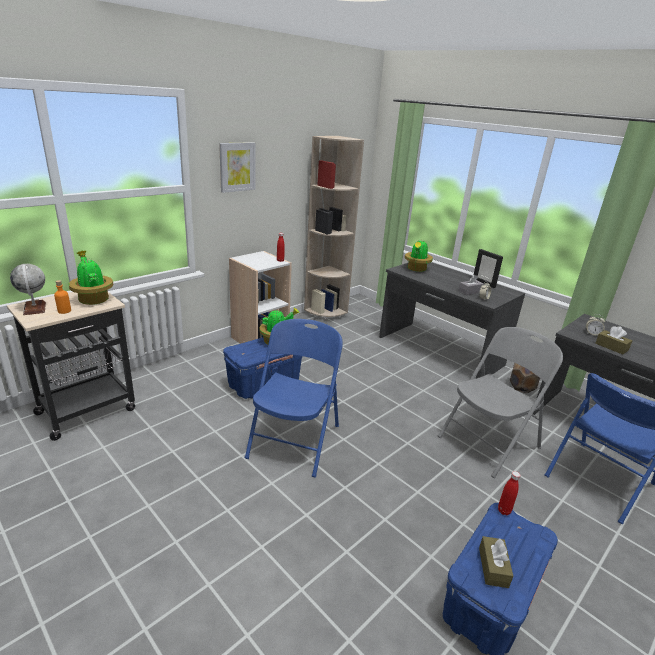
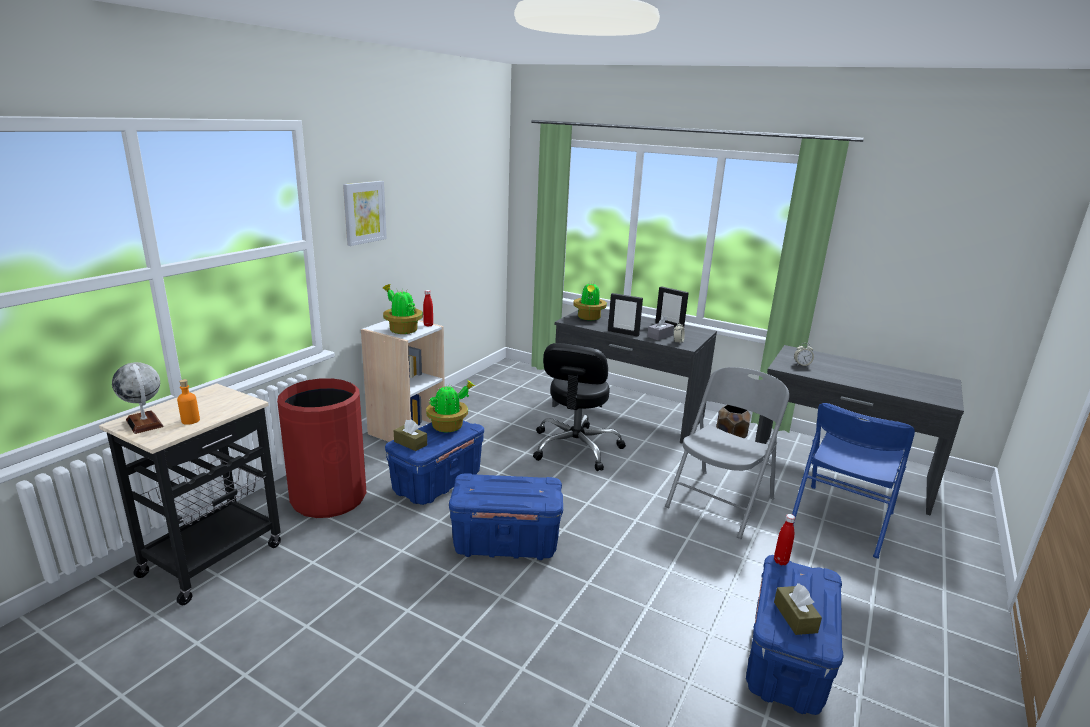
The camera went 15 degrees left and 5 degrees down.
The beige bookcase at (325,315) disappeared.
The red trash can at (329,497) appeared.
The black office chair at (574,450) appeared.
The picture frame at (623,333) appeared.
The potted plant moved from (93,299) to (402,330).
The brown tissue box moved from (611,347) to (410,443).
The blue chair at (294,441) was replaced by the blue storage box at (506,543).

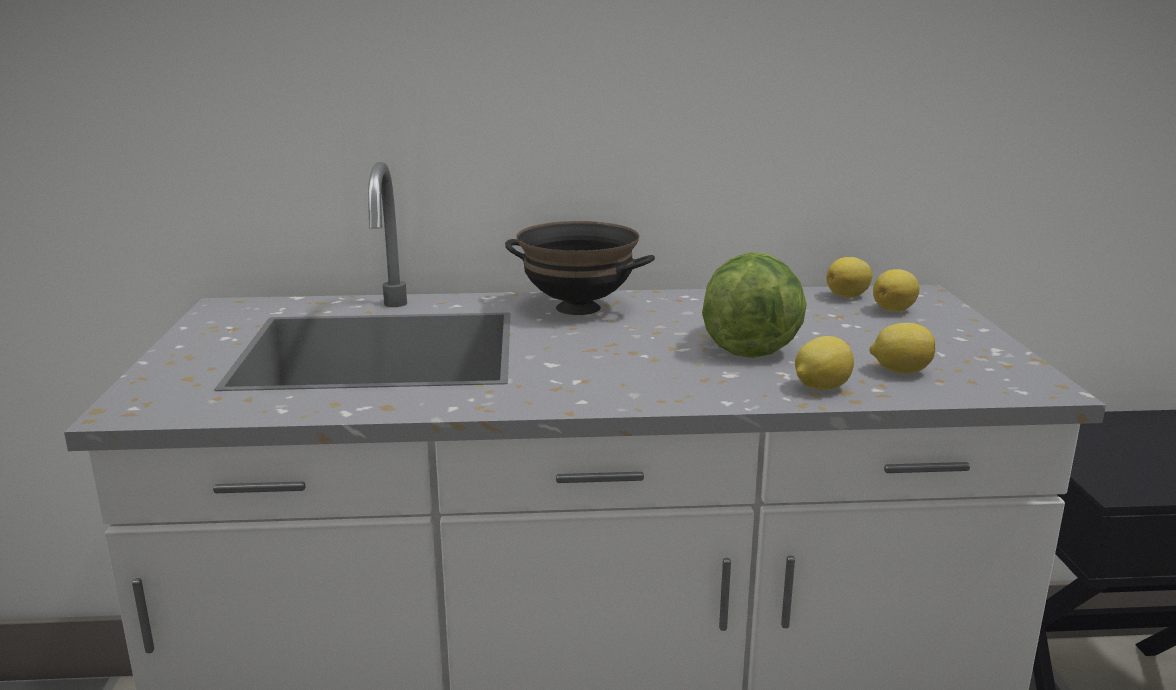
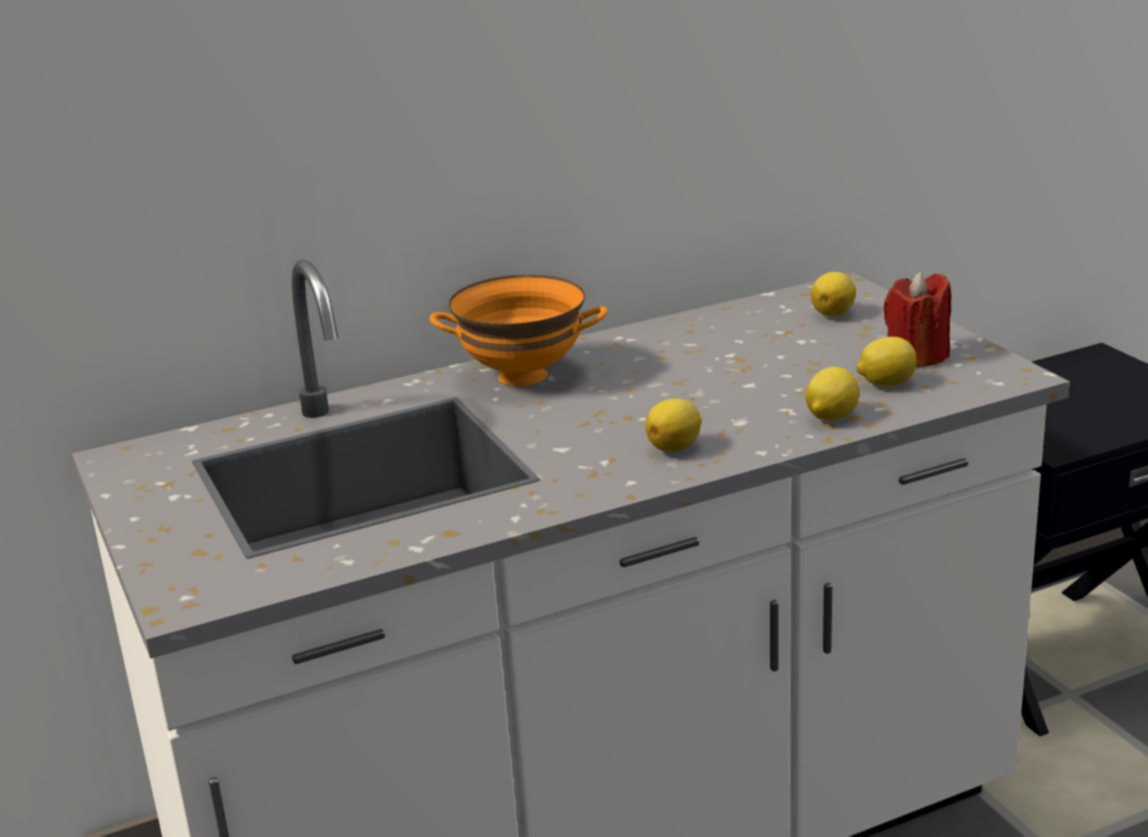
The camera went 20 degrees left and 5 degrees up.
The lettuce at (749,343) disappeared.
The red candle at (916,356) appeared.
The lemon moved from (848,296) to (675,448).
The black bowl at (579,307) became the orange bowl at (523,375).

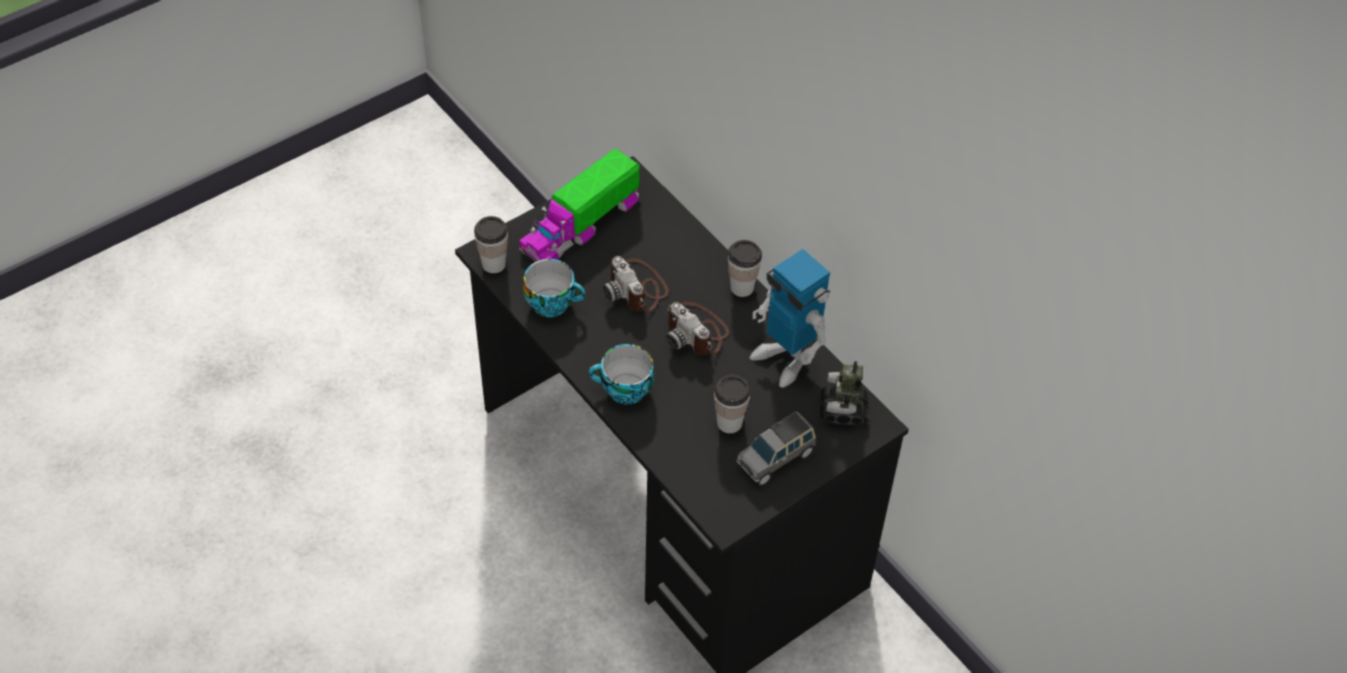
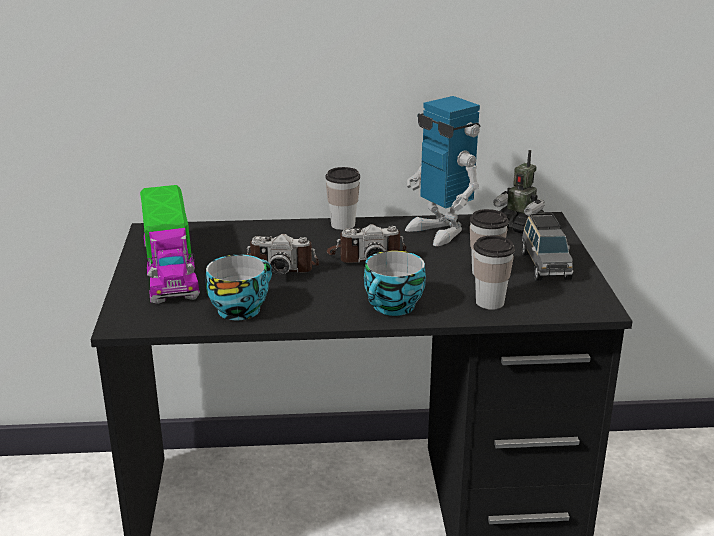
The camera went 55 degrees left and 25 degrees down.
The cup moved from (493,264) to (490,302).
The toy robot at (785,358) turned 60 degrees clockwise.

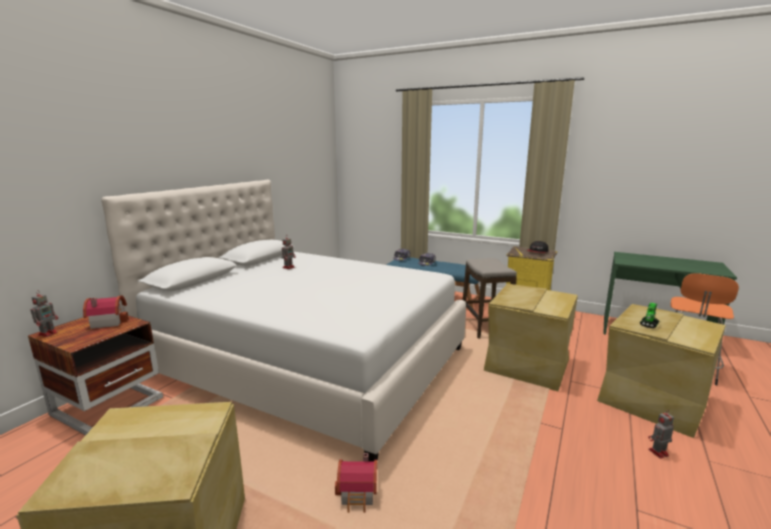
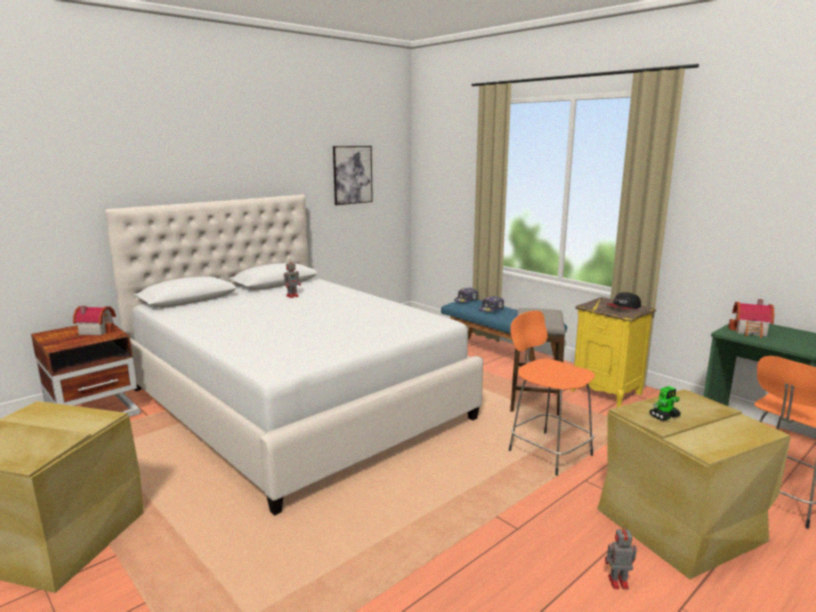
The camera went 20 degrees right and 0 degrees up.
The toy robot at (49,333) disappeared.
The picture at (352,175) appeared.
The toy house moved from (359,495) to (751,331).
The beige storage box at (528,364) was replaced by the orange stool at (547,451).

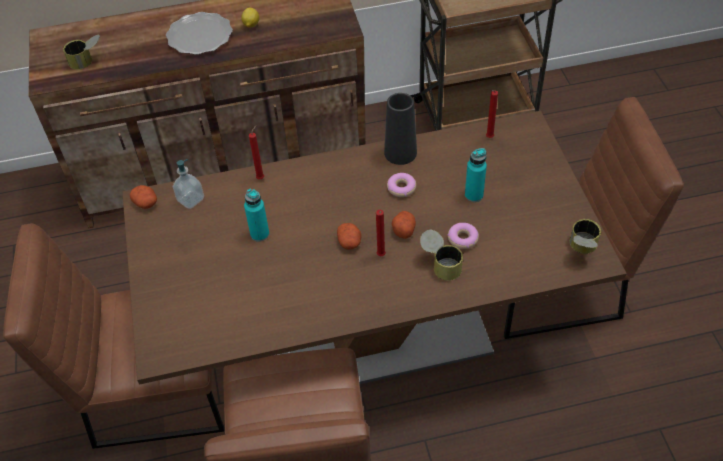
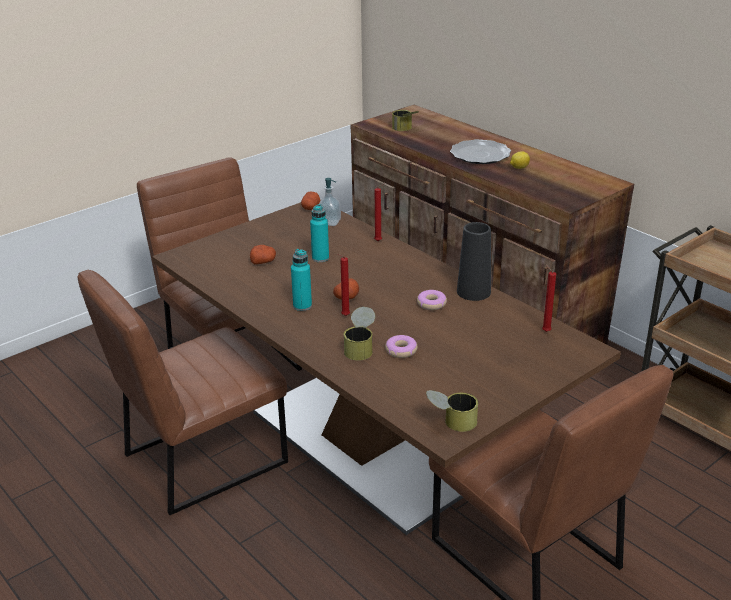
The camera went 60 degrees right and 20 degrees down.
The potato moved from (403,229) to (263,261).
The turquoise bottle moved from (474,195) to (302,306).

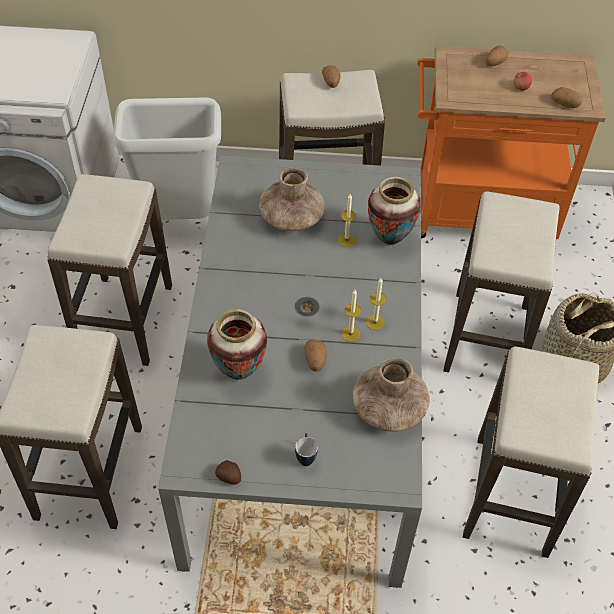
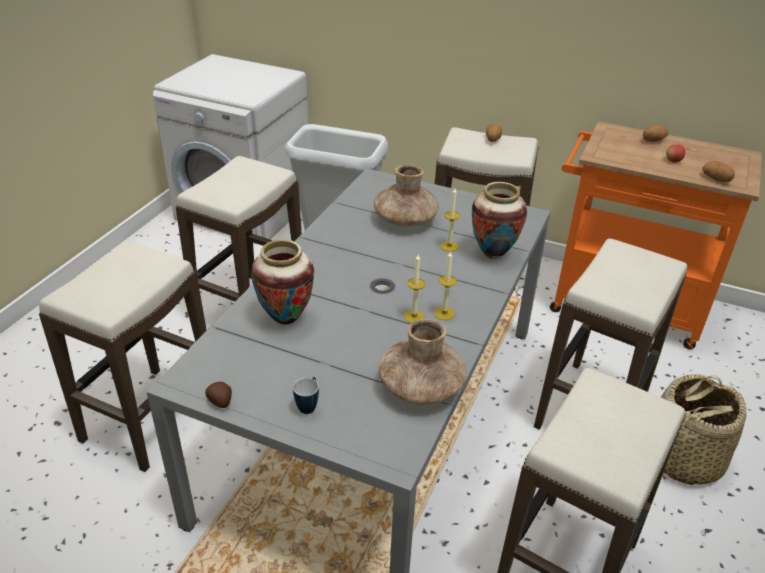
The camera went 20 degrees right and 15 degrees down.
The potato at (315,361) disappeared.

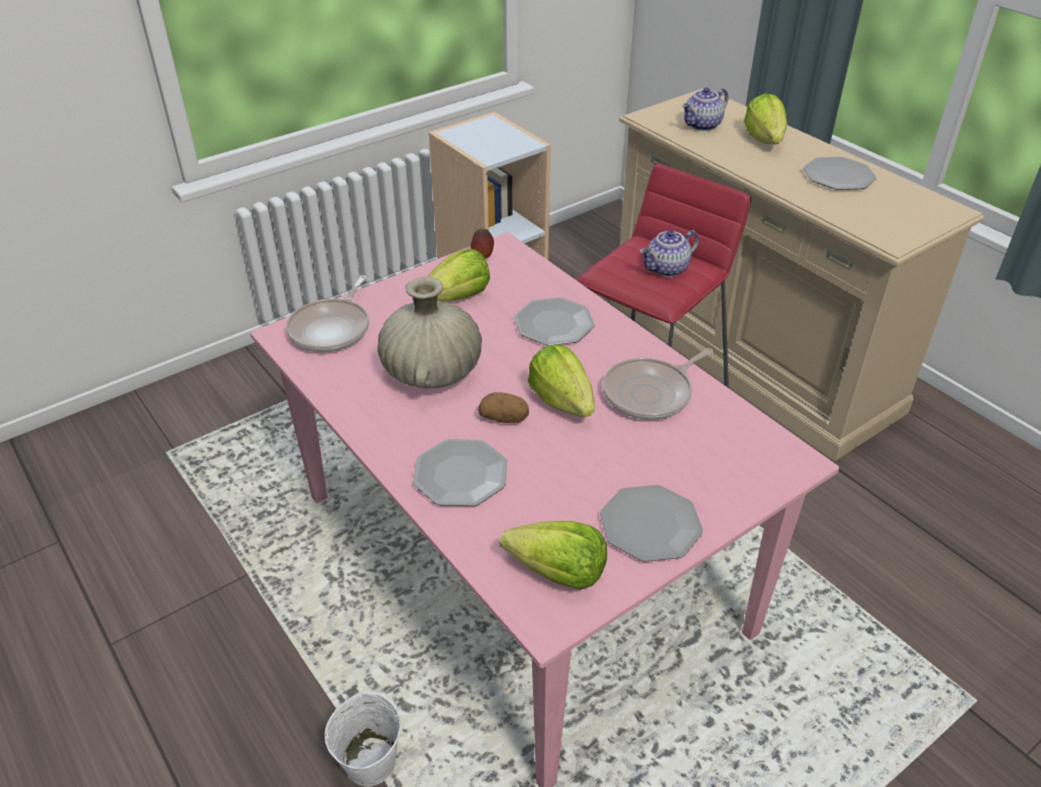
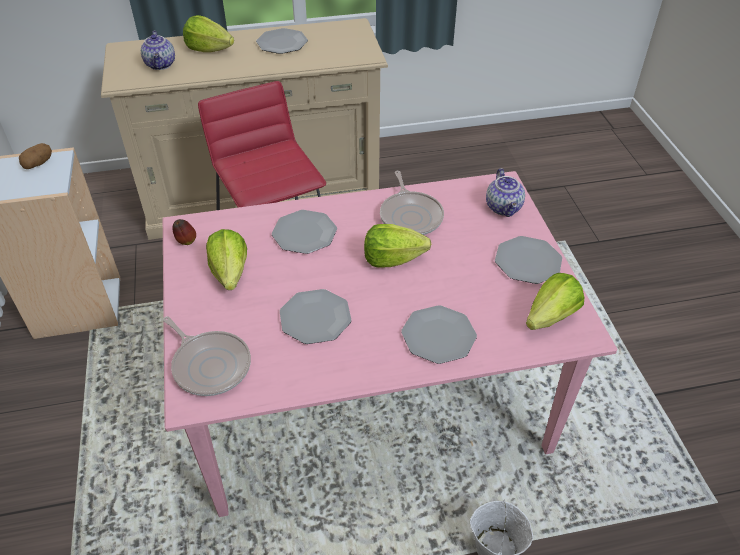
The camera went 65 degrees left and 5 degrees up.
The potato moved from (504,418) to (38,164).
The teapot moved from (667,269) to (504,208).
The beige vase at (431,373) was replaced by the plate at (315,318).

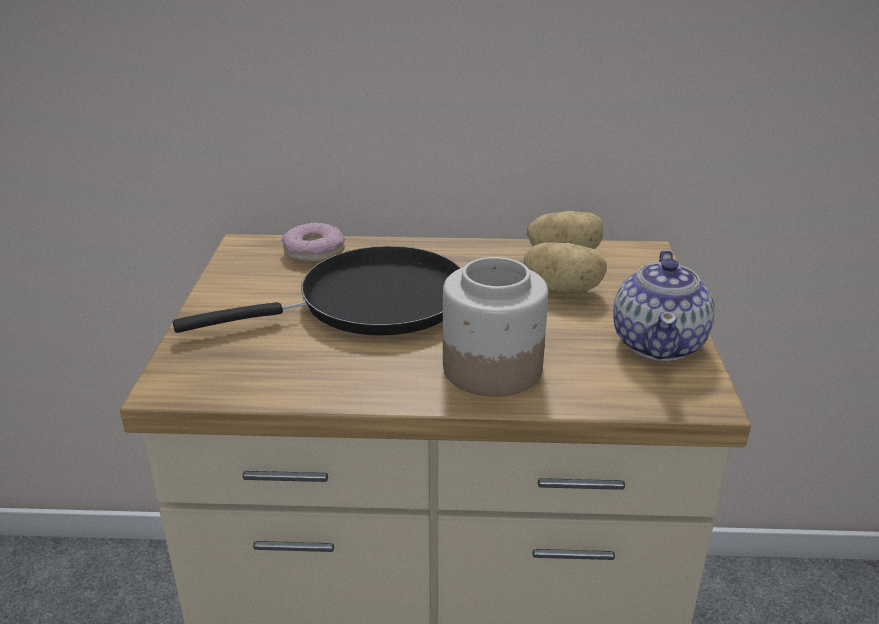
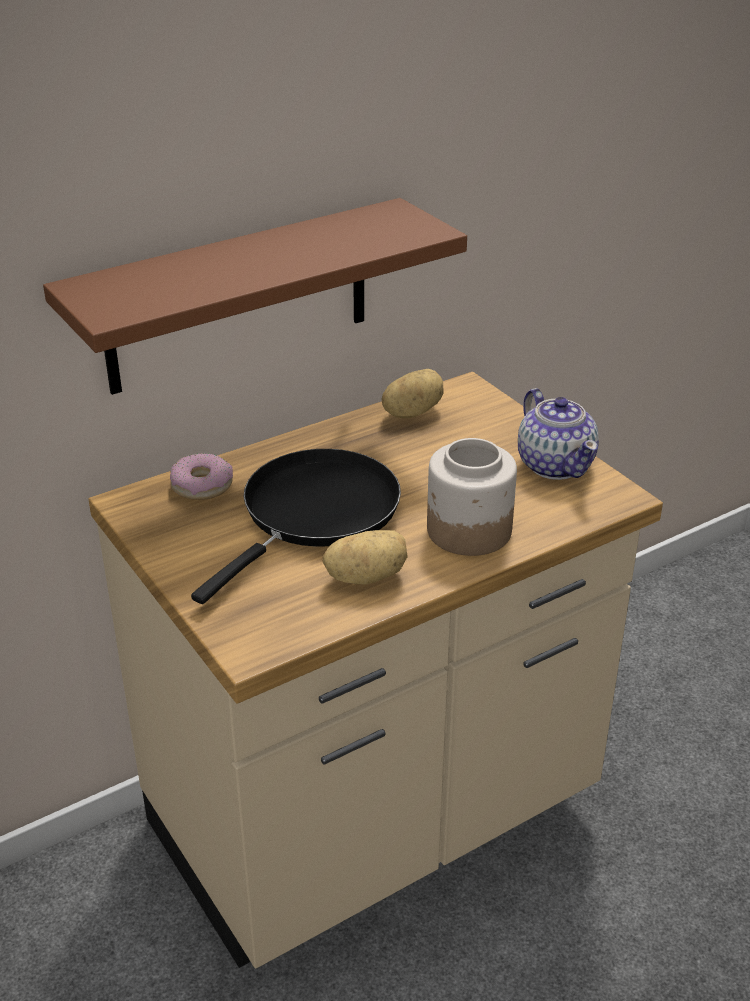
The camera went 35 degrees left and 5 degrees up.
The brown shelf at (238,297) appeared.
The potato moved from (563,289) to (366,576).

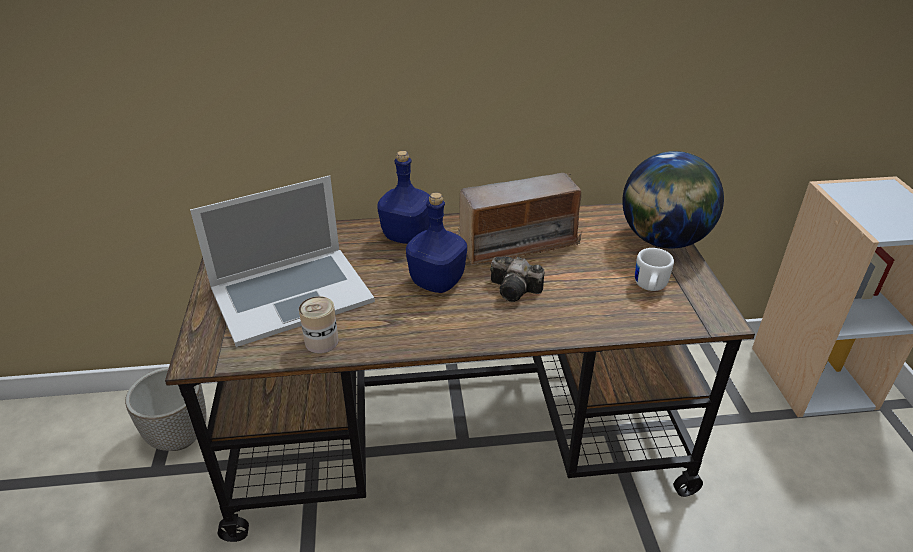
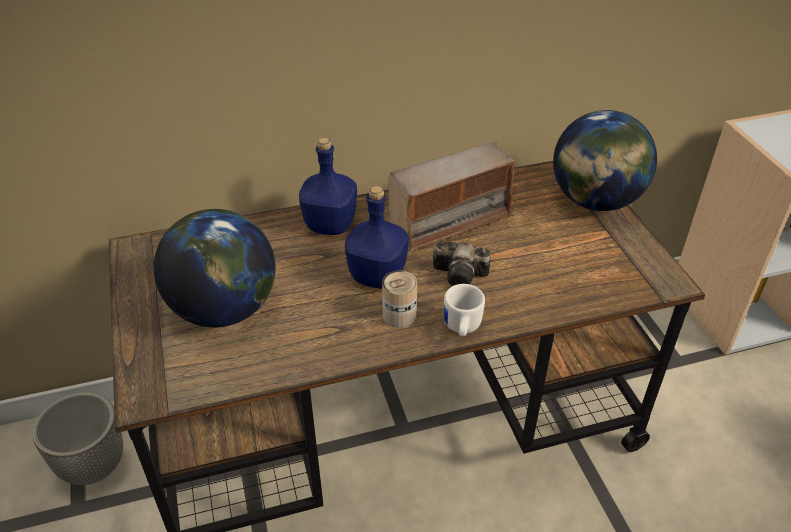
The camera went 10 degrees left and 5 degrees up.
The can moved from (321,341) to (399,315).
The white mug moved from (649,287) to (461,328).
The laptop at (291,294) was replaced by the globe at (224,308).

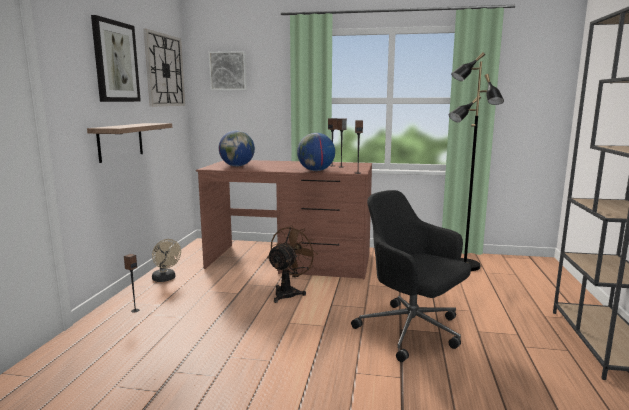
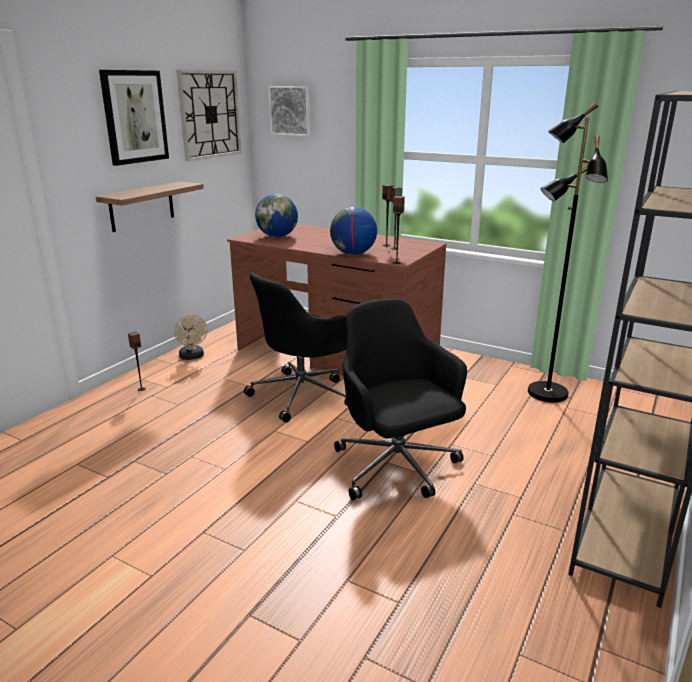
The camera went 20 degrees right and 10 degrees up.
The brown fan at (289,292) was replaced by the black office chair at (303,394).

